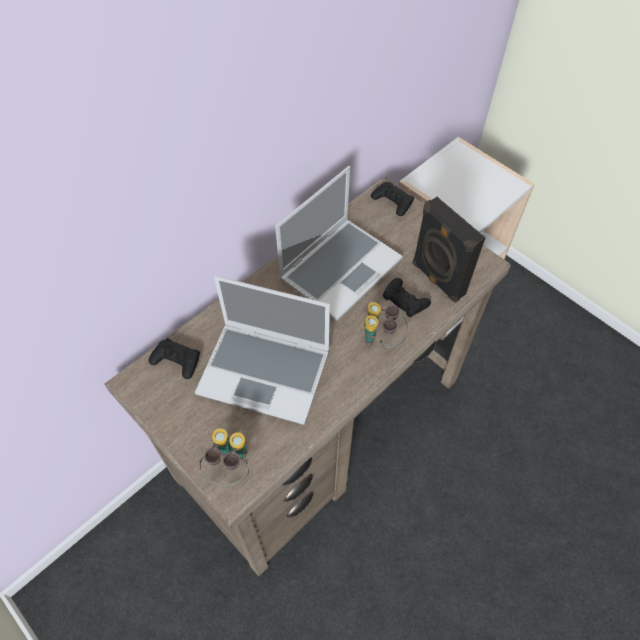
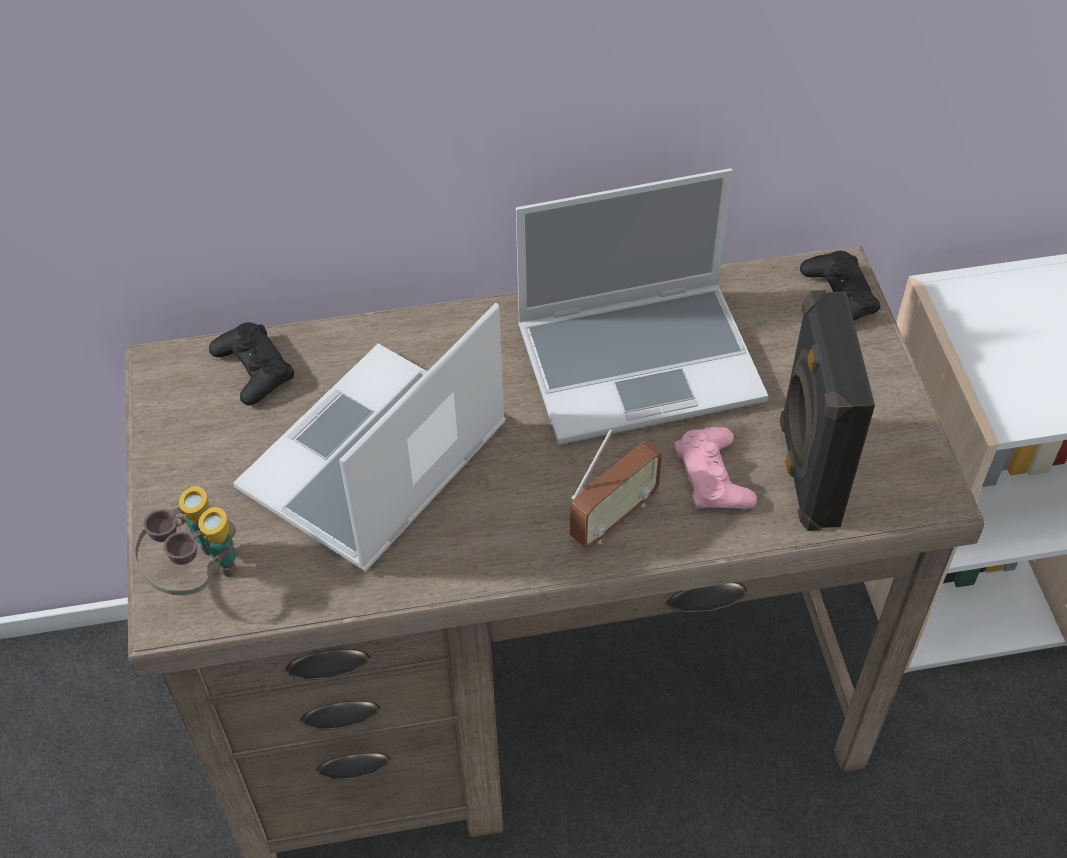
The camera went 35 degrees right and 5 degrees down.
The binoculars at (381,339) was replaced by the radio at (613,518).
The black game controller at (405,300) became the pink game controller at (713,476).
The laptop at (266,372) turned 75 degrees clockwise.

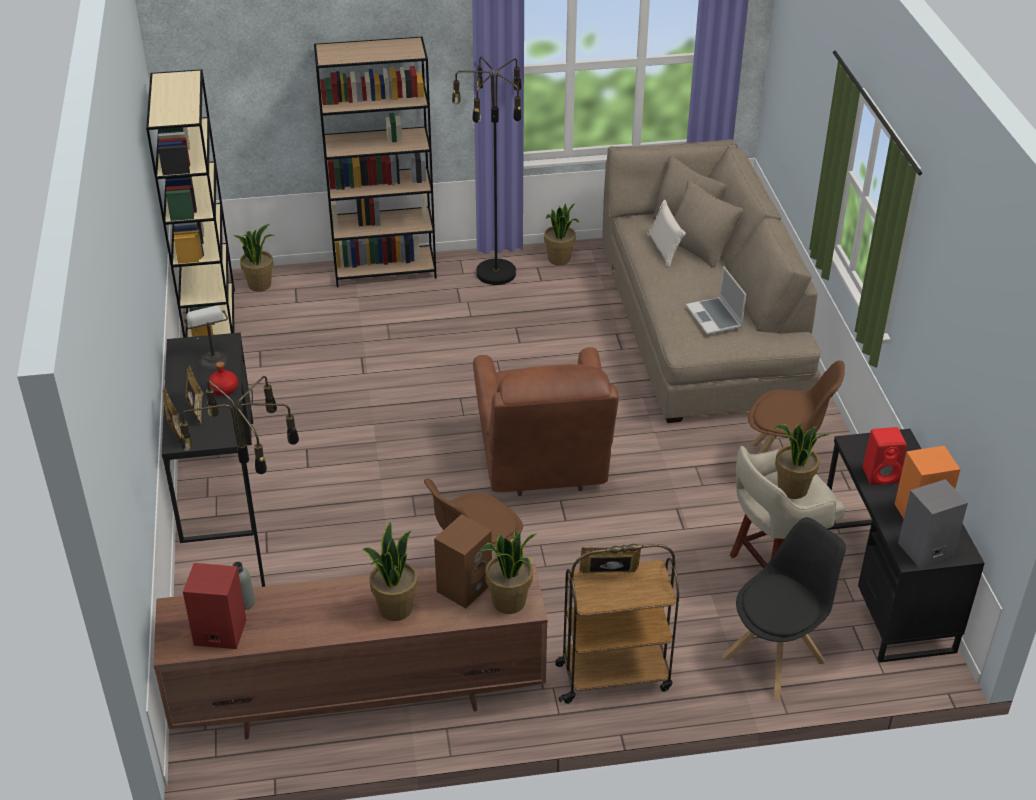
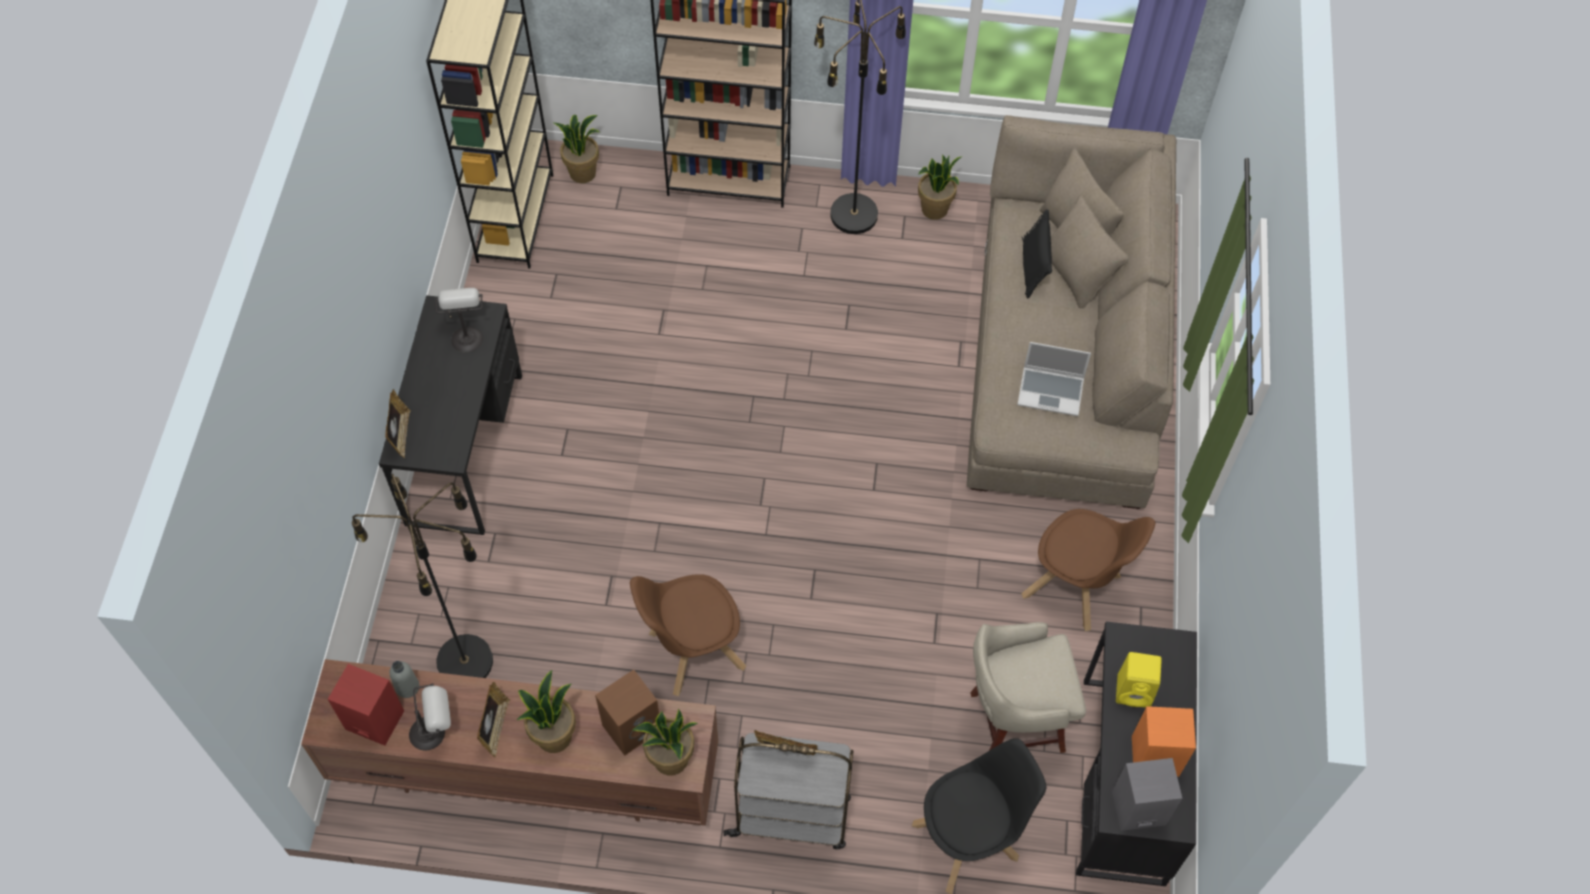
The camera went 15 degrees right and 20 degrees up.
The red bottle at (223,389) disappeared.
The brown armchair at (543,466) disappeared.
The potted plant at (792,489) disappeared.
The table lamp at (434,731) appeared.
The picture frame moved from (196,410) to (495,728).
The brown cart at (614,677) became the grey cart at (791,818).
The white pillow at (665,250) became the black pillow at (1034,268).
The red speaker at (881,475) became the yellow speaker at (1135,691).
The laptop at (715,317) turned 75 degrees counterclockwise.

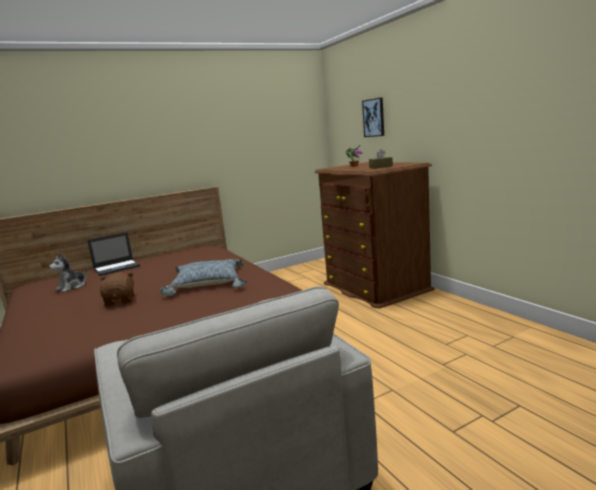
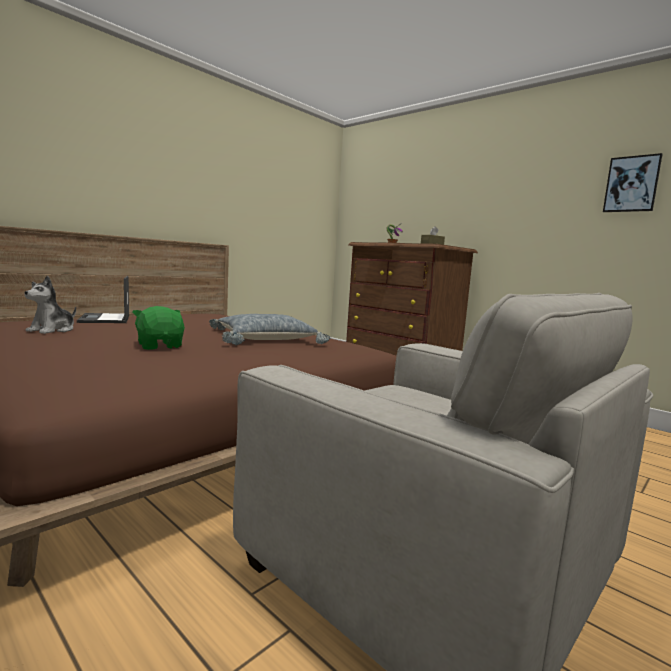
The camera went 20 degrees left and 5 degrees down.
The picture moved from (374,117) to (631,184).
The brown plush toy at (120,301) became the green plush toy at (160,346).
The laptop at (117,267) turned 120 degrees clockwise.

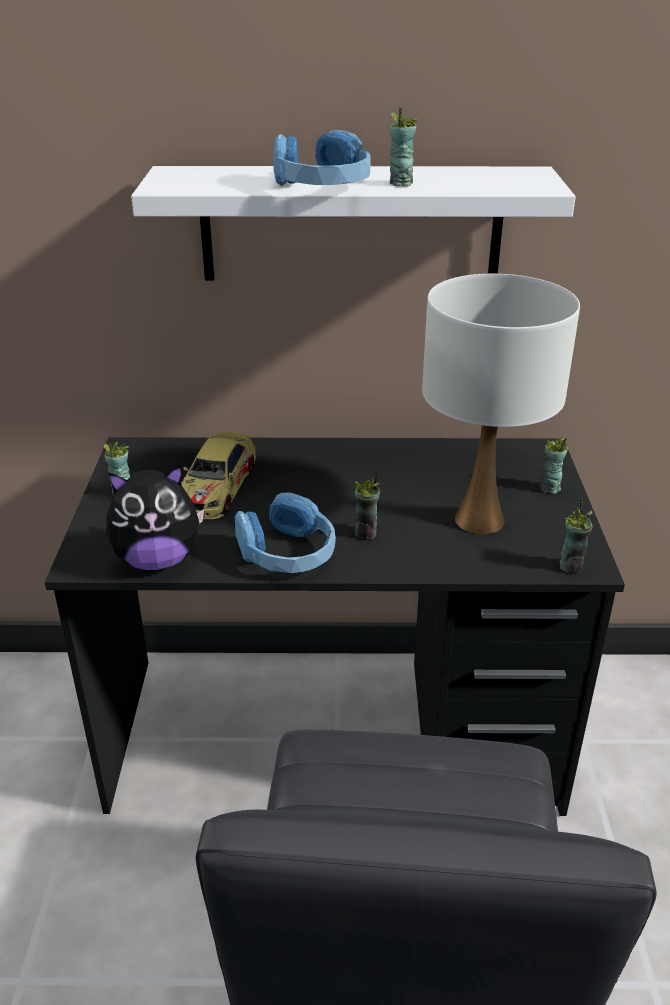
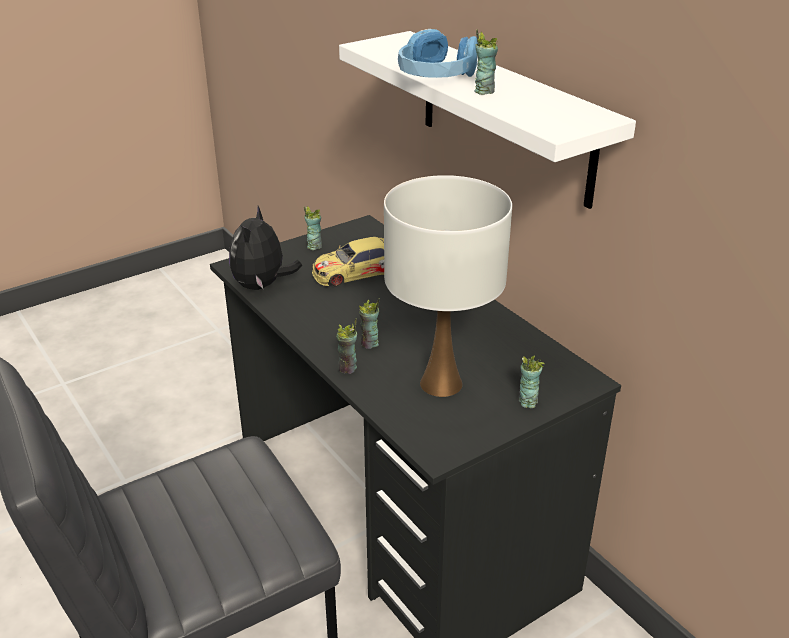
The camera went 55 degrees right and 0 degrees up.
The blue headphones at (287,553) disappeared.
The cup moved from (571,566) to (348,368).
The plush toy at (158,560) turned 60 degrees clockwise.

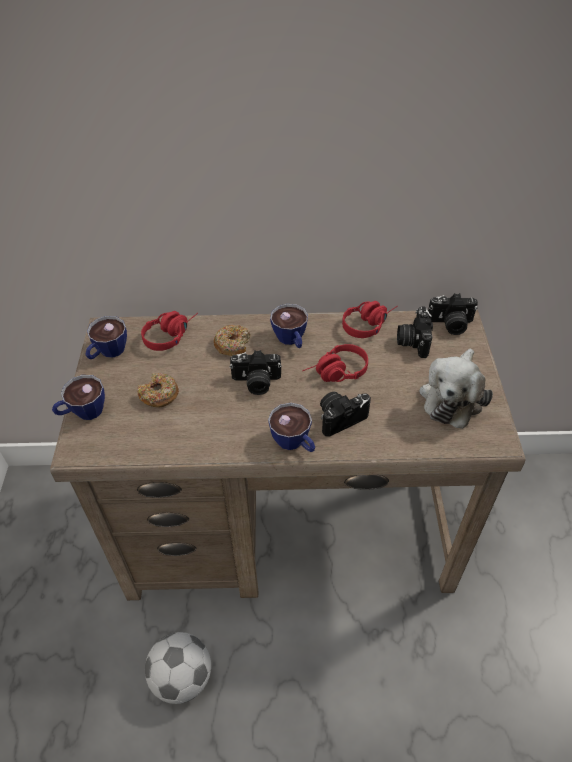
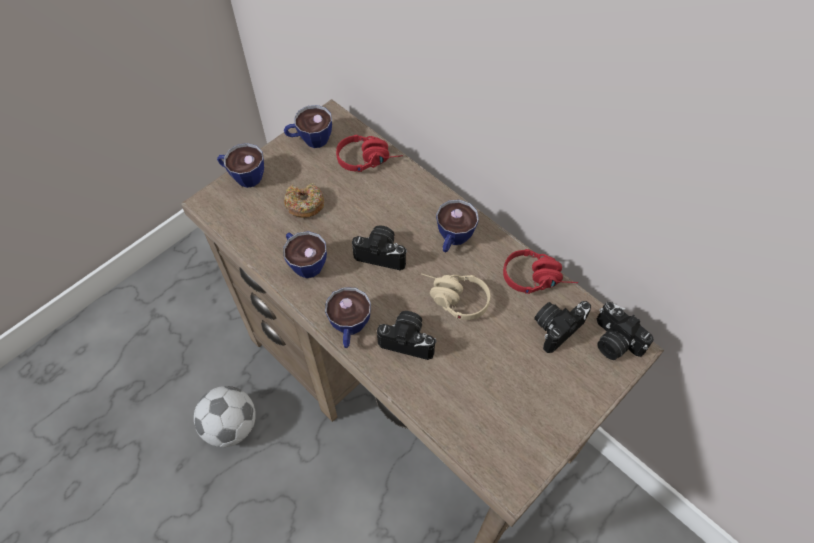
The camera went 45 degrees right and 10 degrees up.
The donut at (232,345) disappeared.
The plush toy at (452,397) disappeared.
The cup at (304,262) appeared.
The red headphones at (335,373) became the beige headphones at (452,299).
The photo camera at (256,383) turned 150 degrees clockwise.

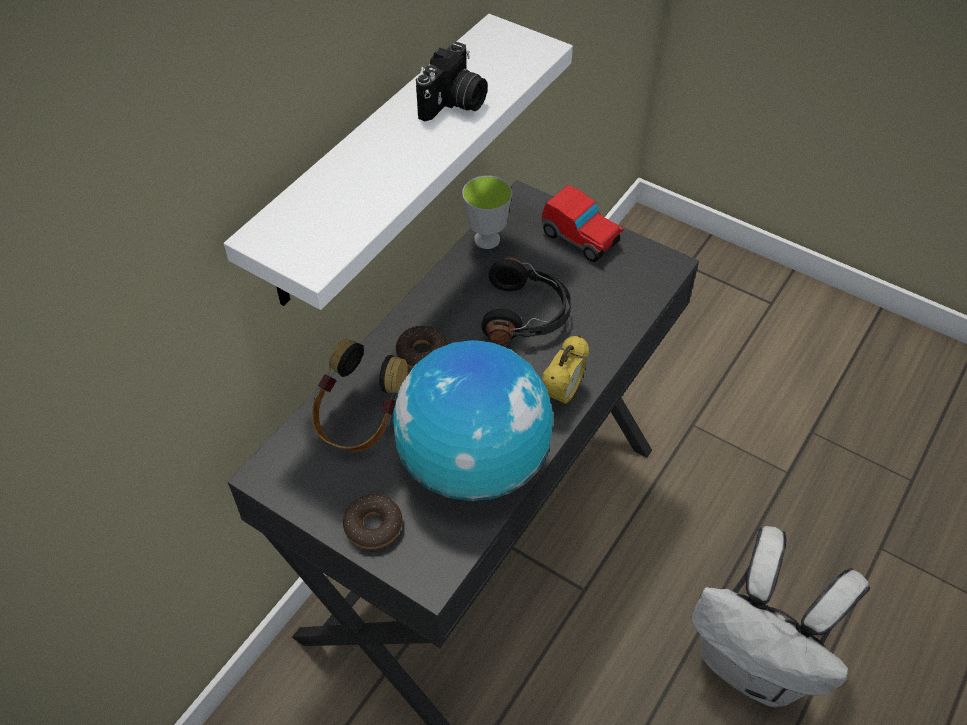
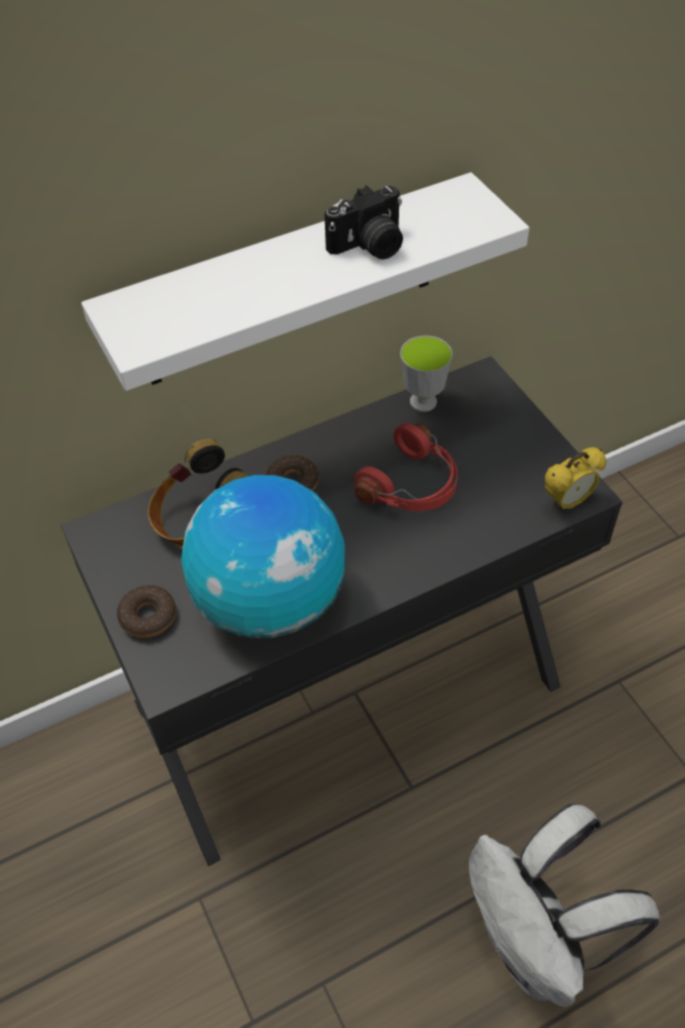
The camera went 30 degrees right and 0 degrees up.
The toy car at (580,239) disappeared.
The alarm clock moved from (562,394) to (567,502).
The black headphones at (526,314) became the red headphones at (412,486).

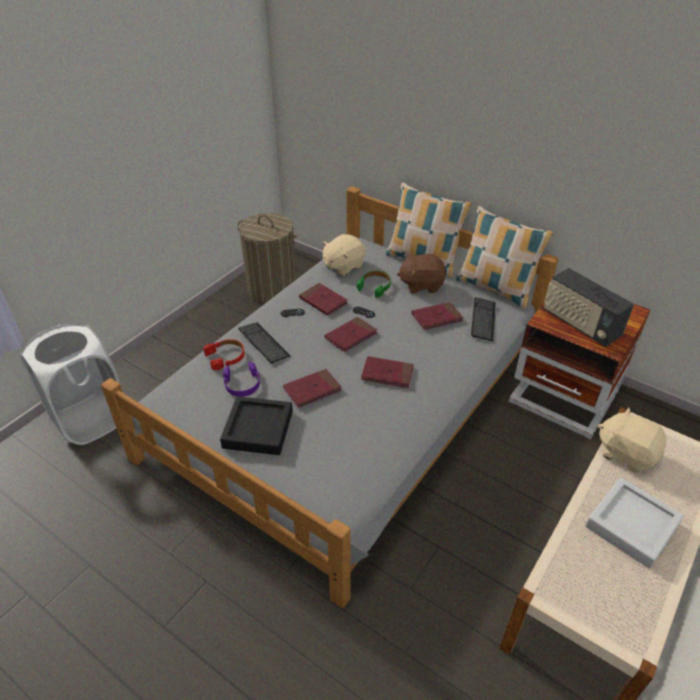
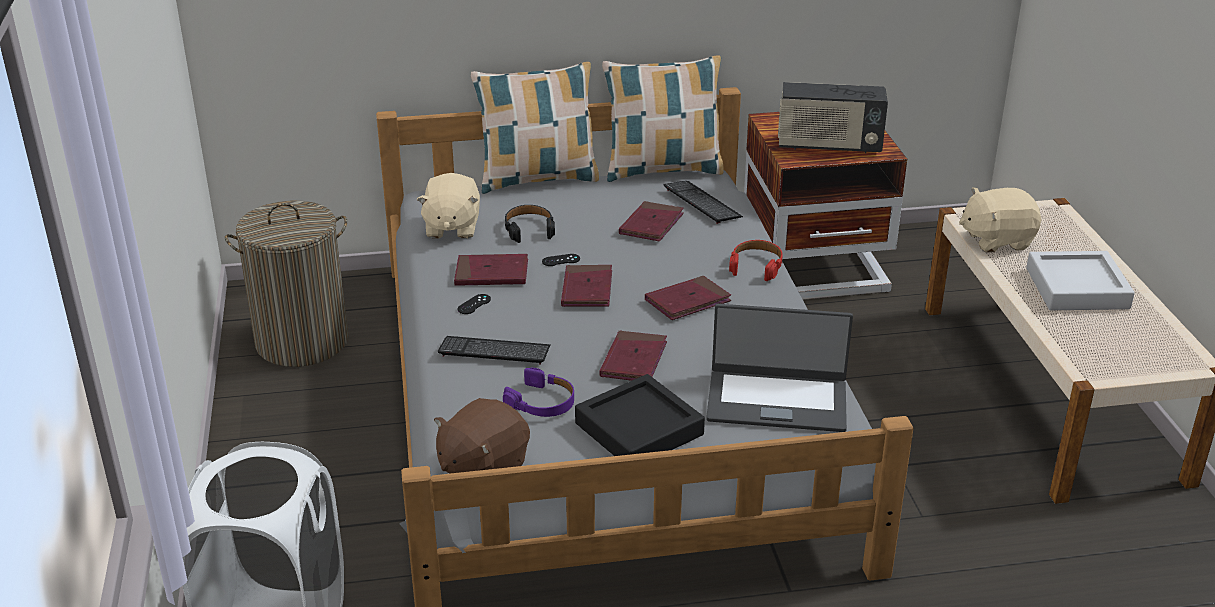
The camera went 45 degrees left and 10 degrees down.
The laptop at (777,400) appeared.
The red headphones moved from (226,357) to (756,266).
The brown plush toy moved from (421,285) to (482,467).
The green headphones at (375,286) became the black headphones at (529,229).

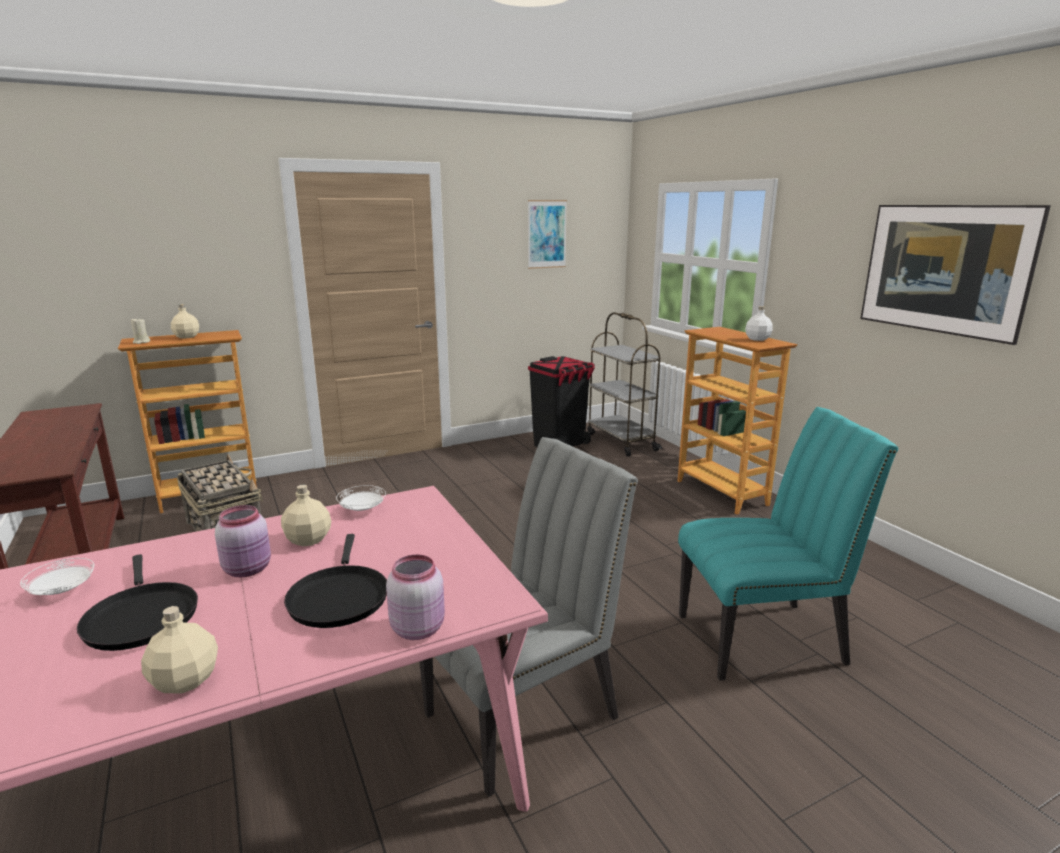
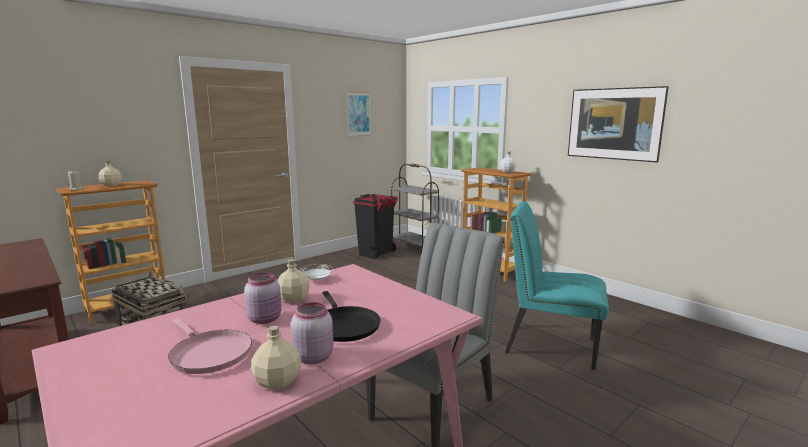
The camera went 15 degrees left and 5 degrees down.
The white plate at (63,591) disappeared.
The pink jar moved from (418,628) to (313,356).
The black frying pan at (140,617) became the pink frying pan at (208,354).
The turquoise chair at (759,640) turned 135 degrees counterclockwise.

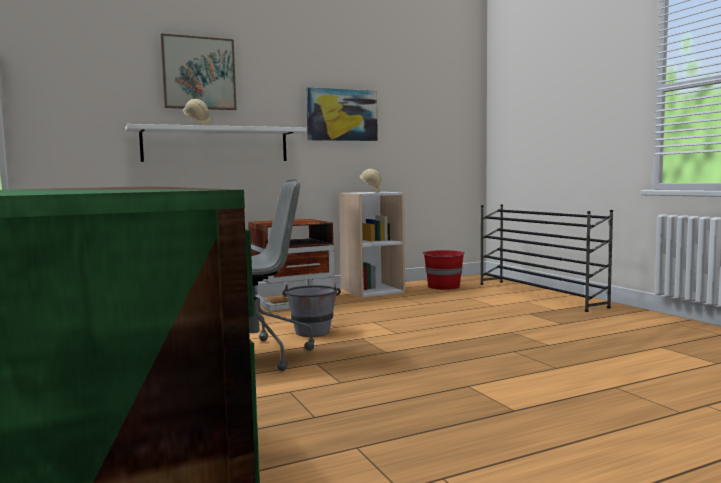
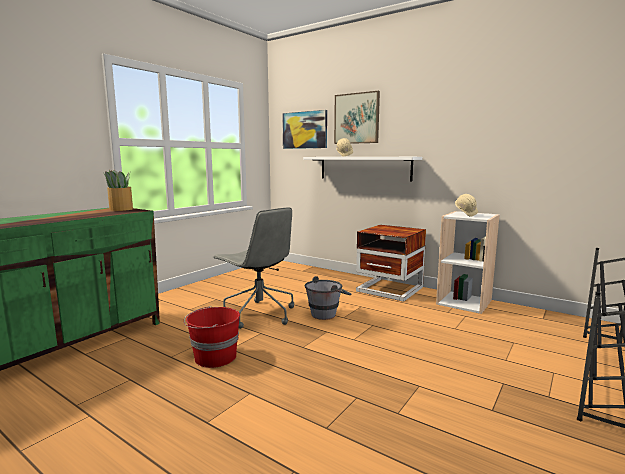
The camera went 60 degrees right and 5 degrees up.
The potted plant at (121,209) appeared.
The picture moved from (342,115) to (304,130).
The red bucket moved from (444,287) to (214,357).

